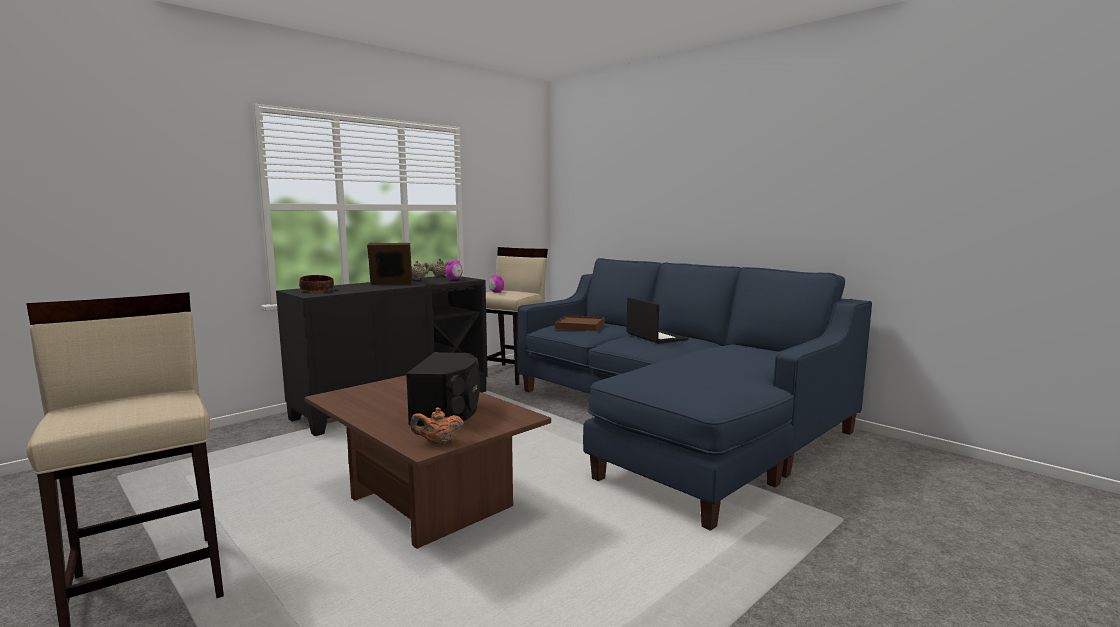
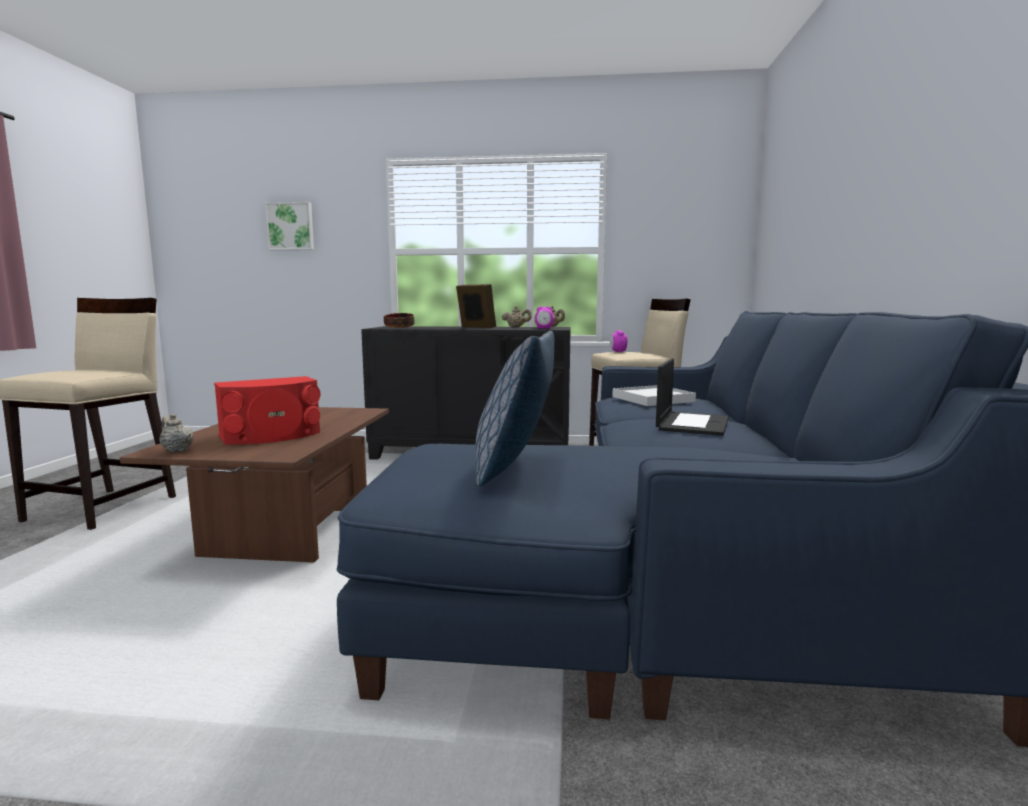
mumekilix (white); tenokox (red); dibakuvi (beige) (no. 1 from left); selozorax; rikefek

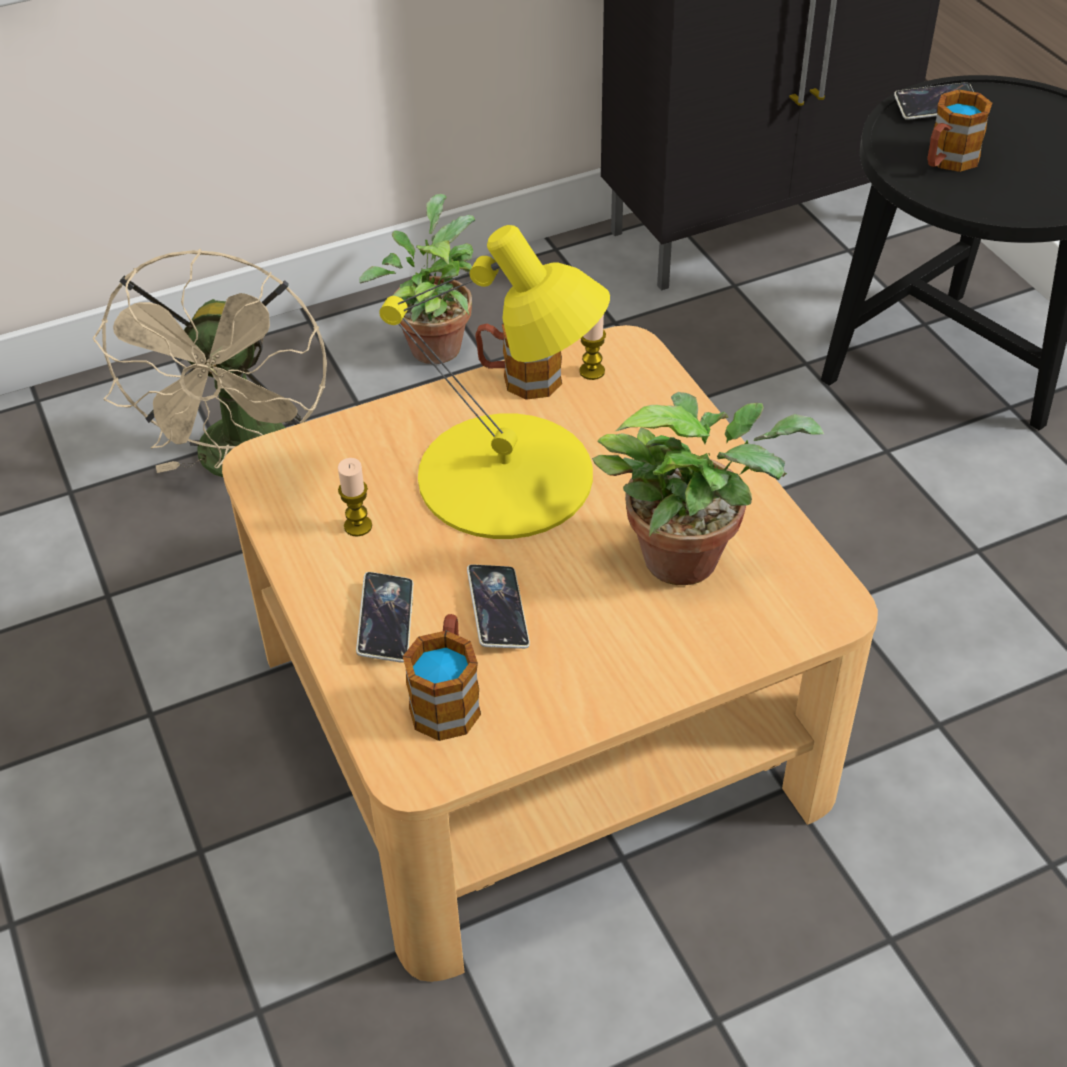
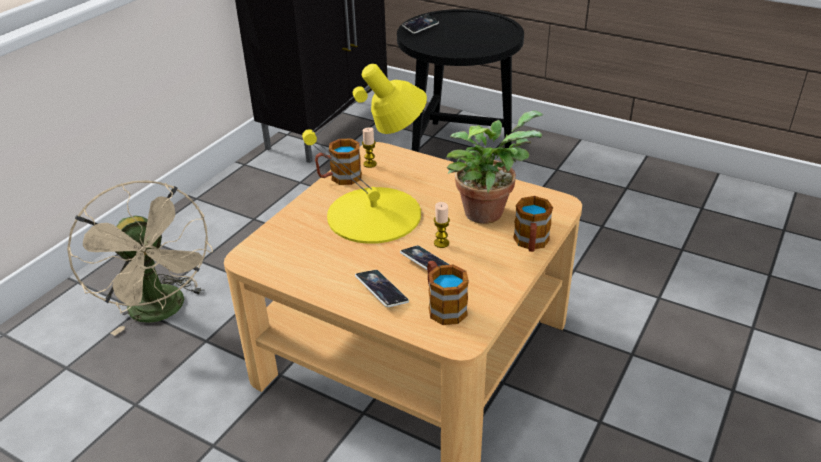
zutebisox (no. 3 from left); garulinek (no. 1 from left in the first image); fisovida (no. 2 from left)

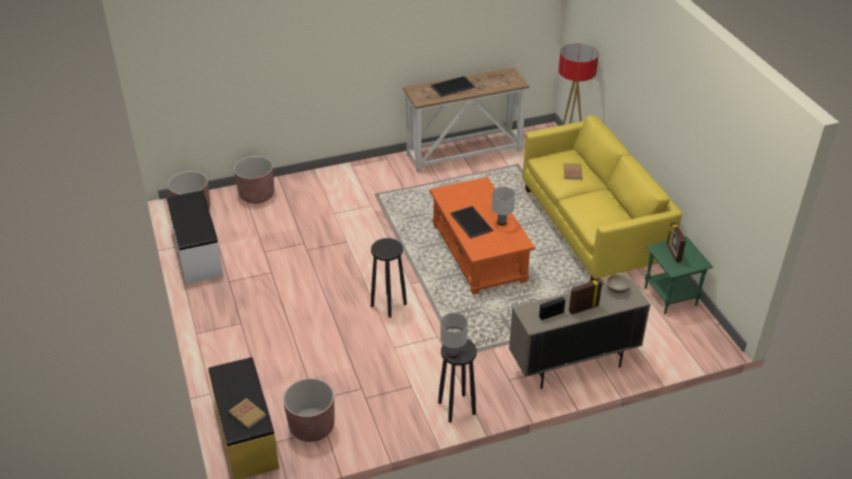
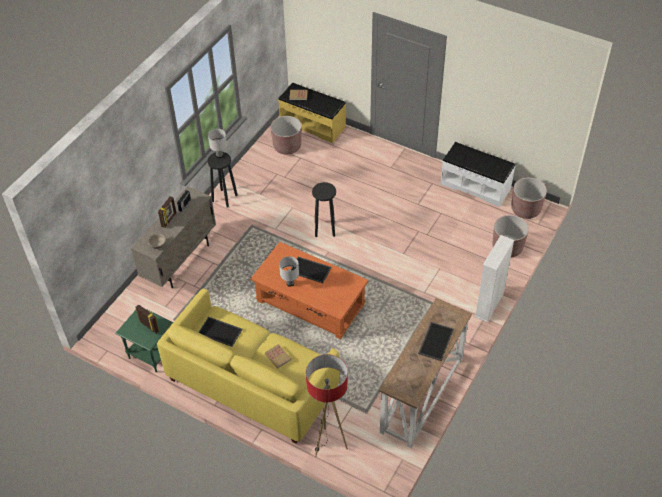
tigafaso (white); mumekilix (no. 1 from left)

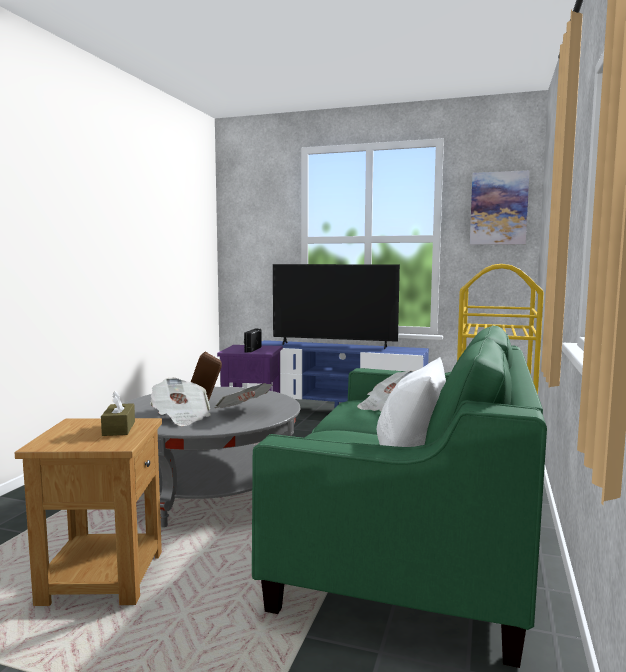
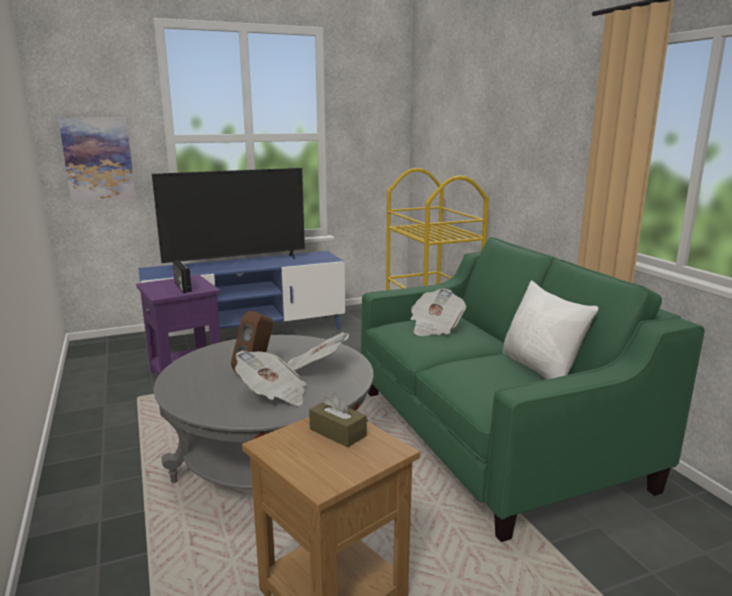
selozorax

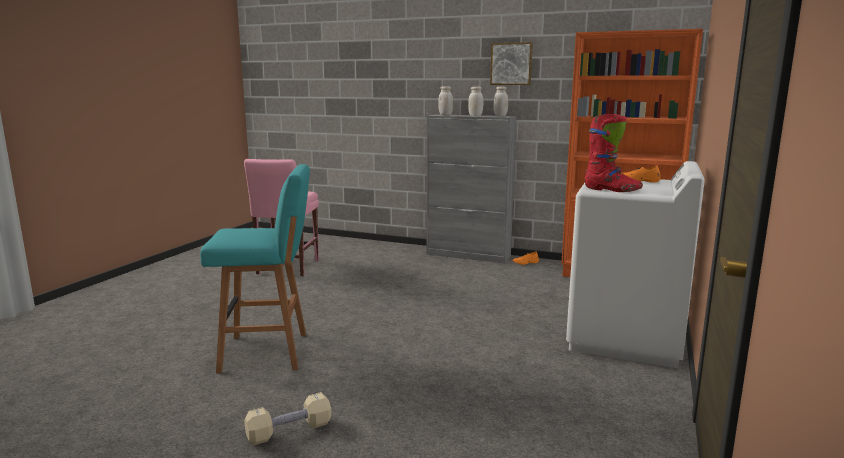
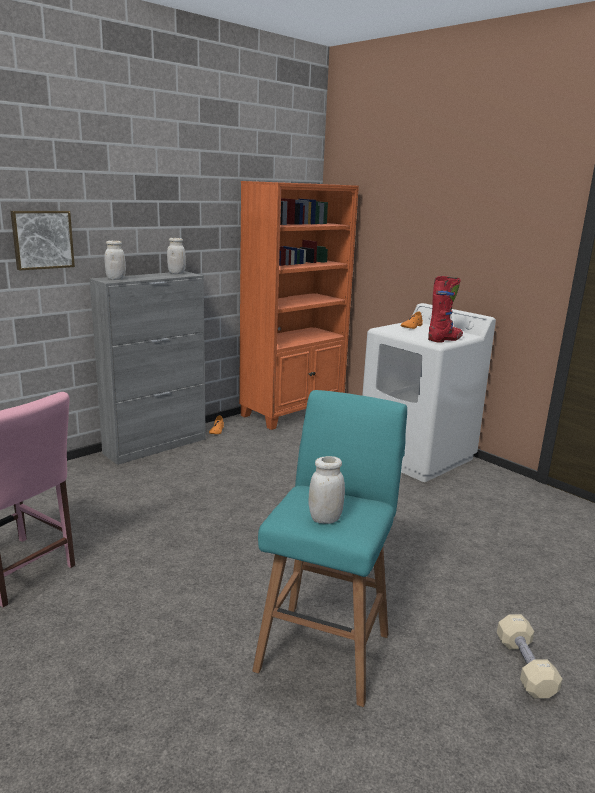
selozorax; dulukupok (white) (no. 3 from left)

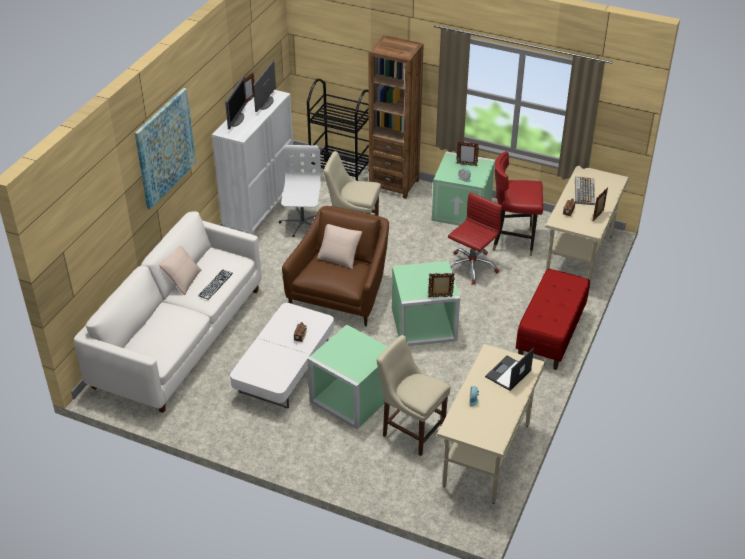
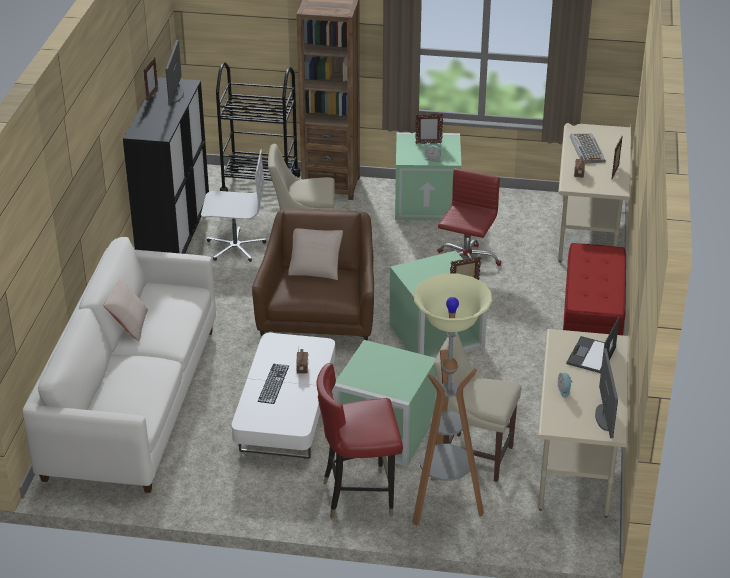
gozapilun (no. 2 from left); selozorax; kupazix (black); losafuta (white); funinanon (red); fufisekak (no. 1 from left); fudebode

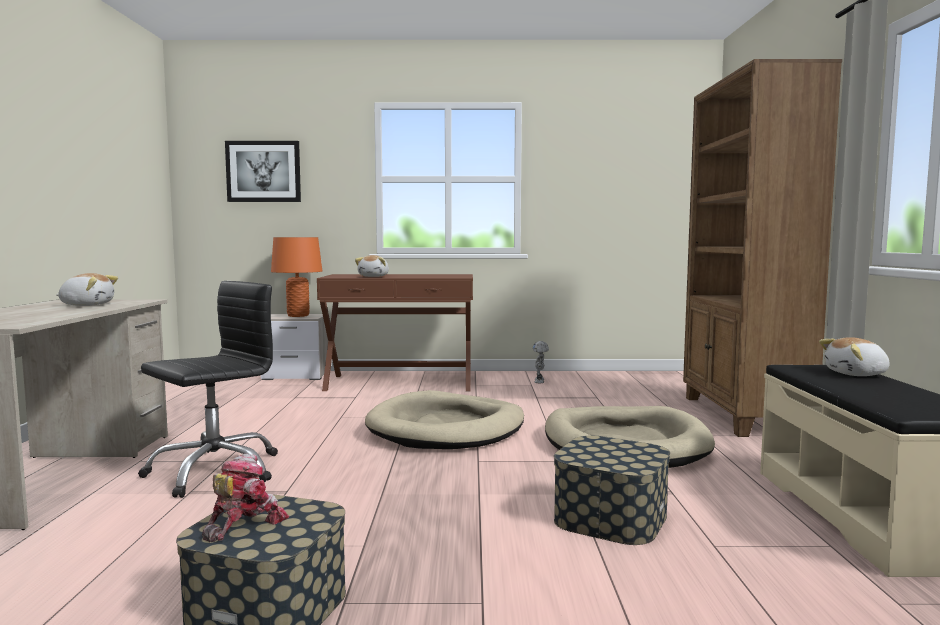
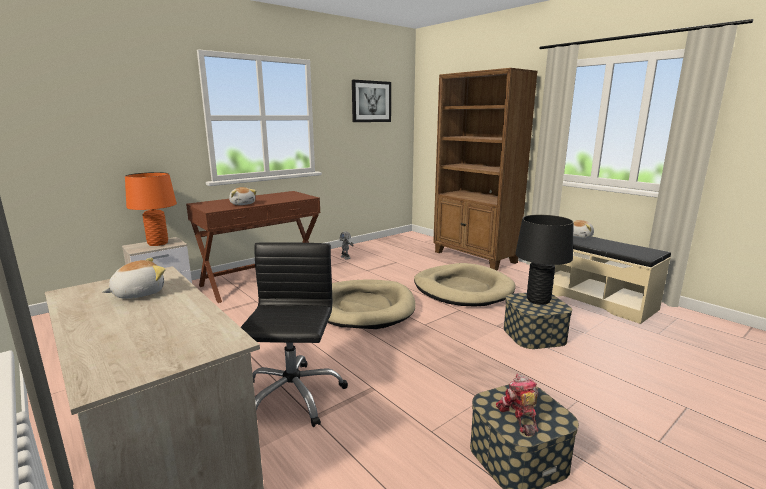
selozorax; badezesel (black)

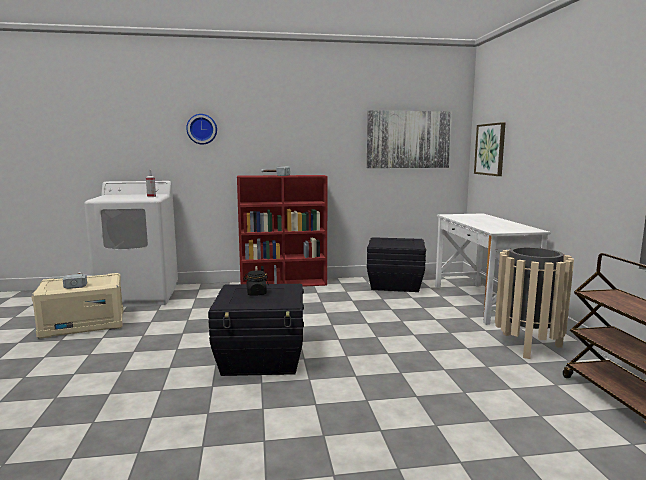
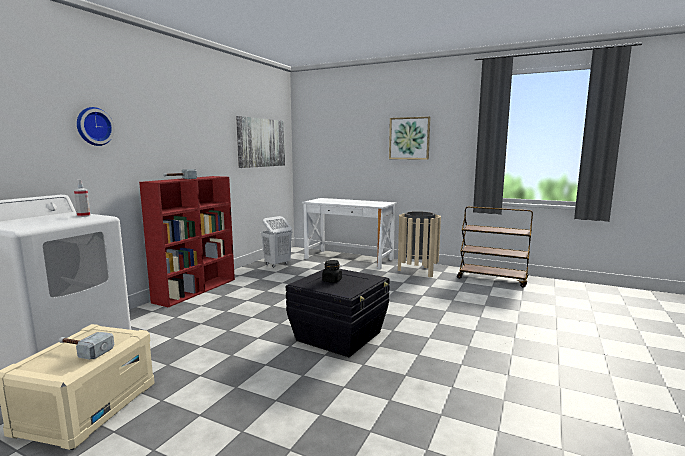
selozorax (no. 2 from left); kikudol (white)

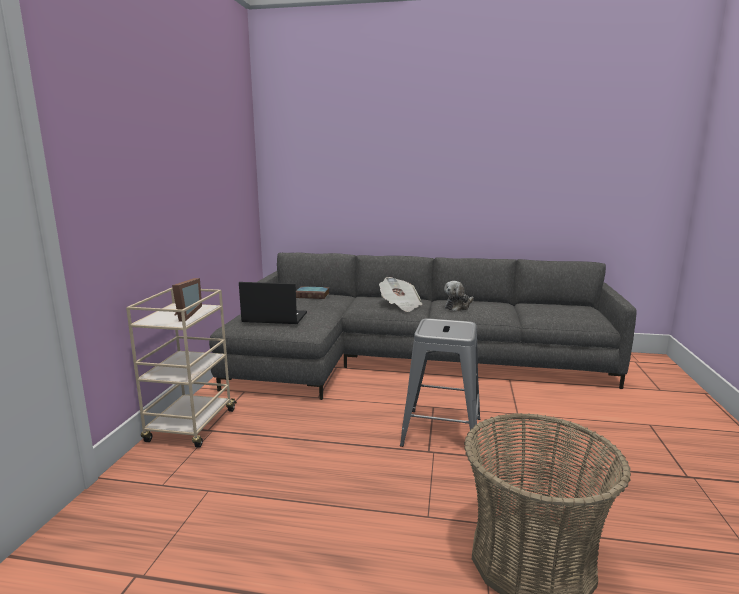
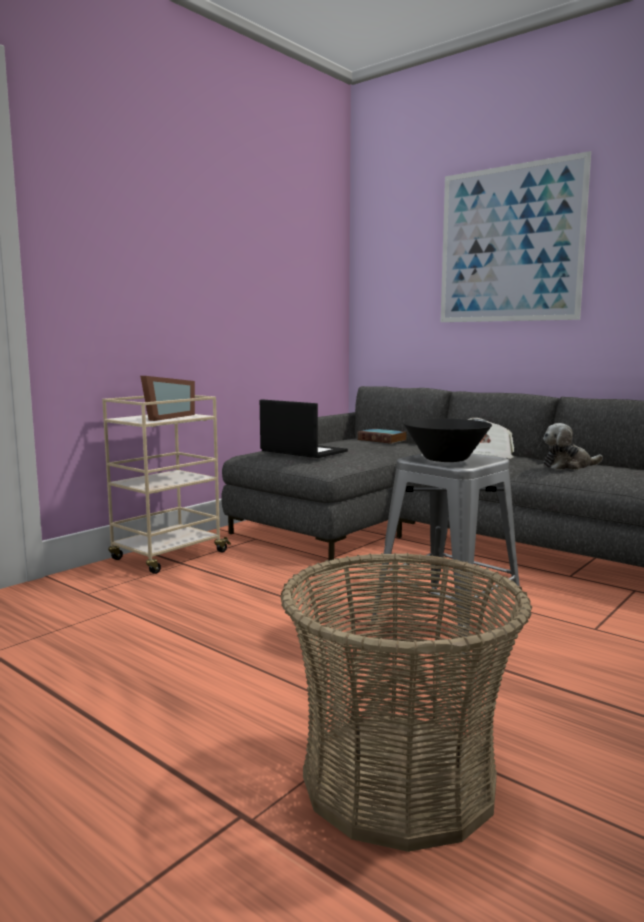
selozorax; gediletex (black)

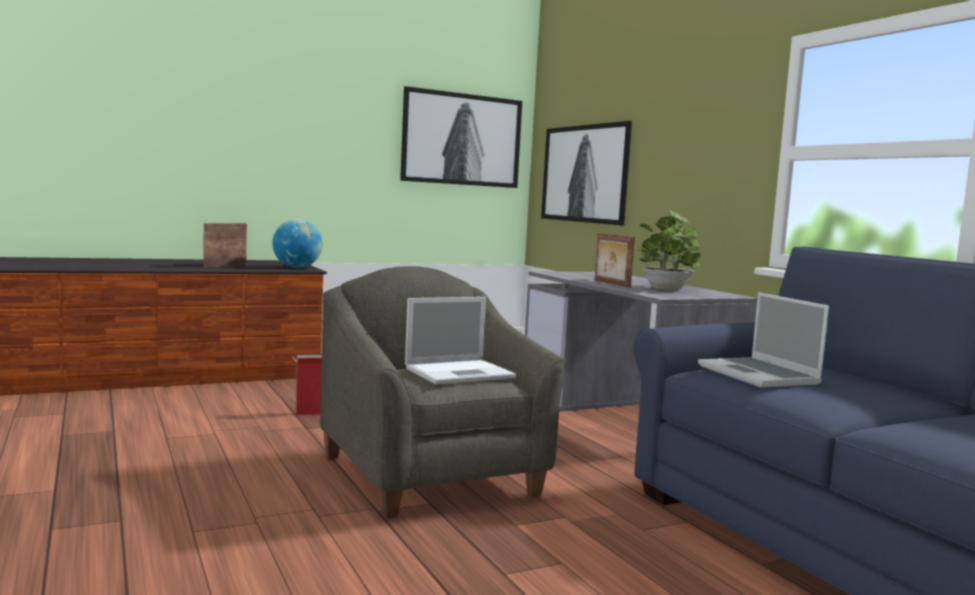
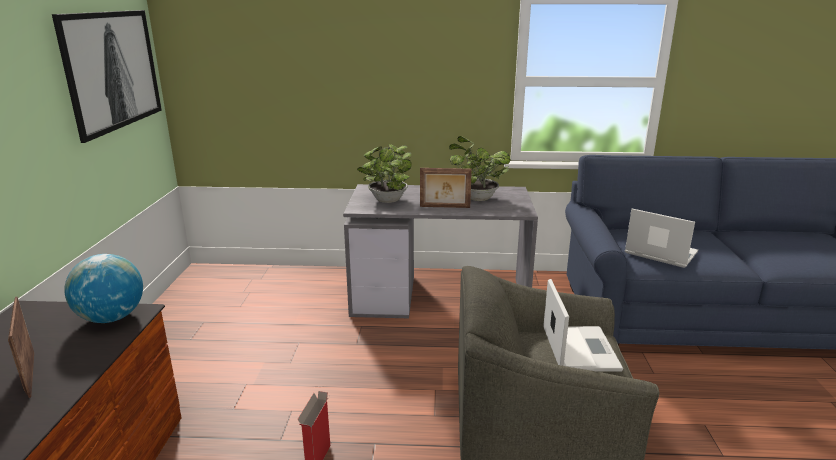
selozorax (no. 2 from left in the first image); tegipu (no. 2 from left); garulinek (no. 1 from left)

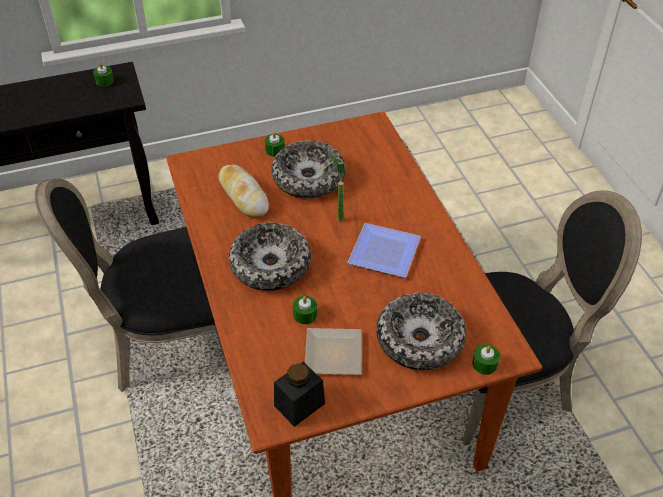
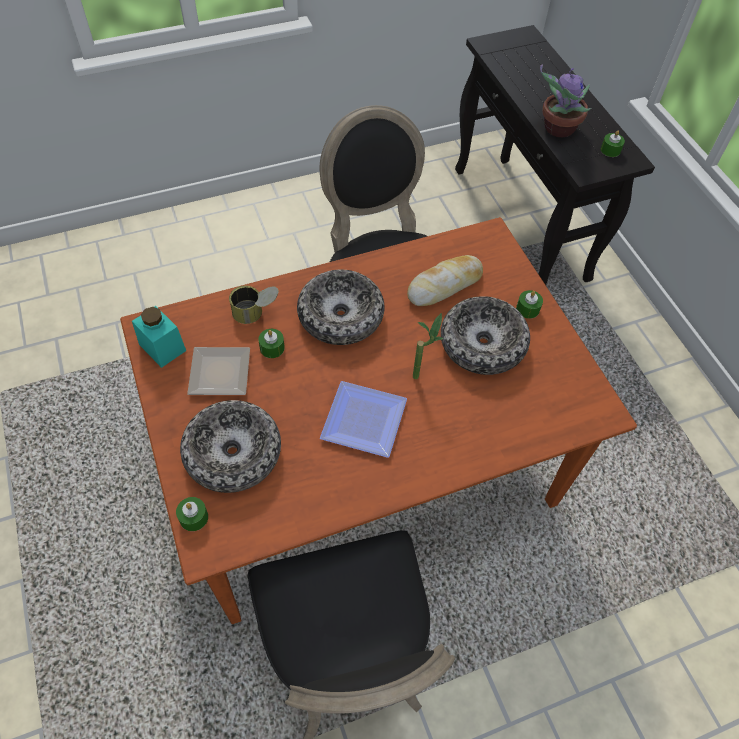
dulukupok (turquoise); garulinek (no. 2 from left); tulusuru

